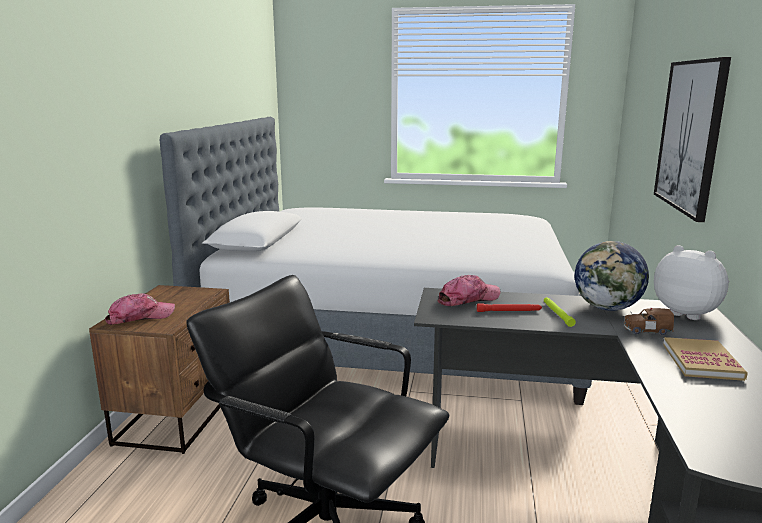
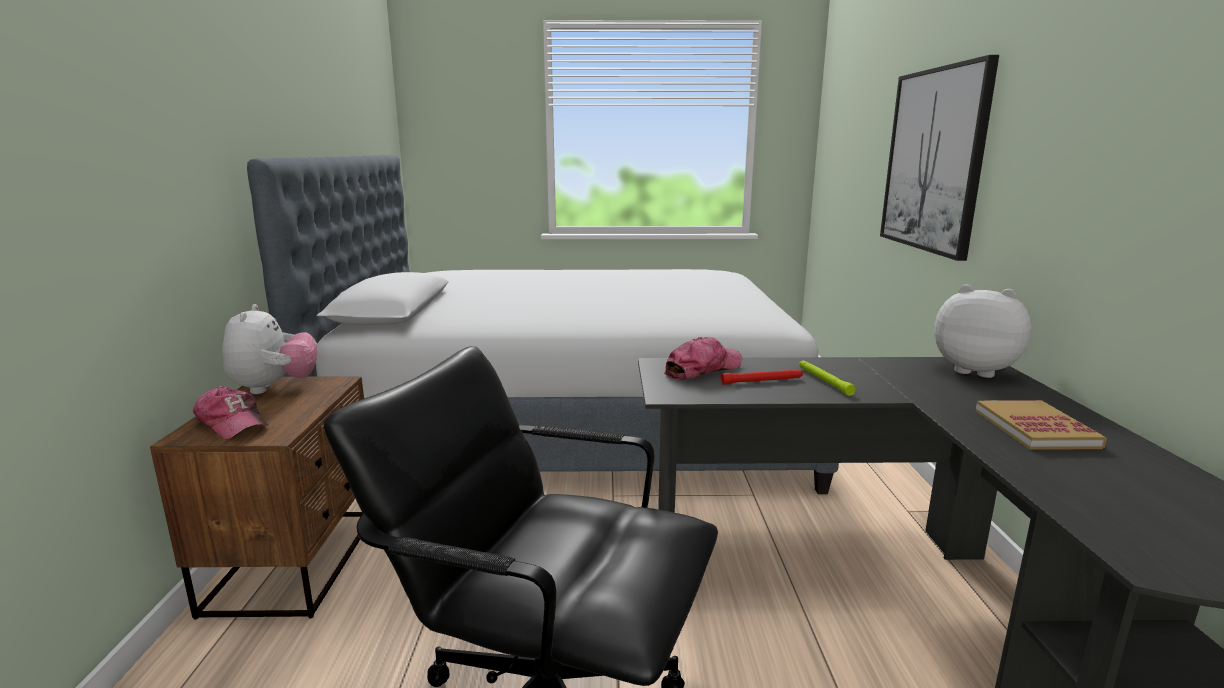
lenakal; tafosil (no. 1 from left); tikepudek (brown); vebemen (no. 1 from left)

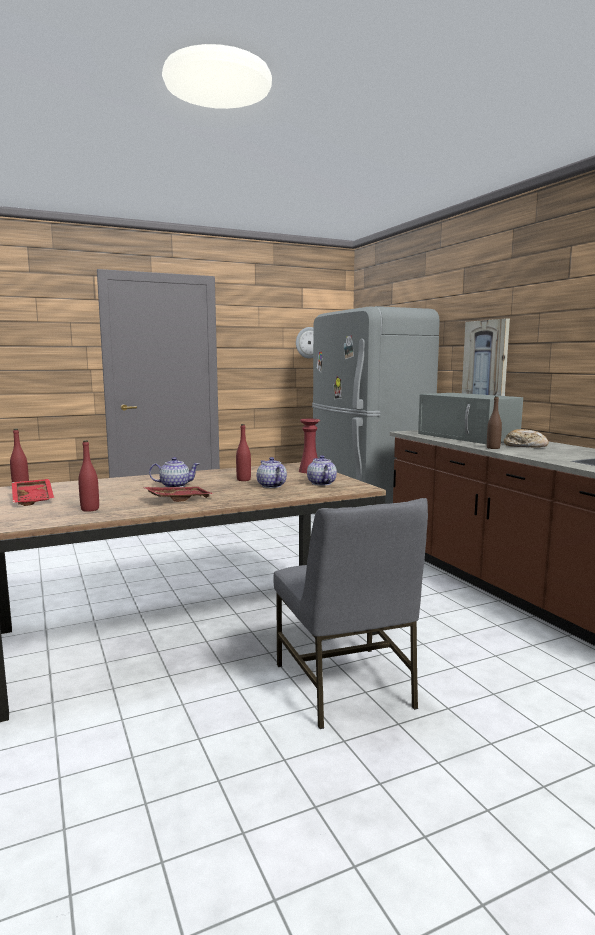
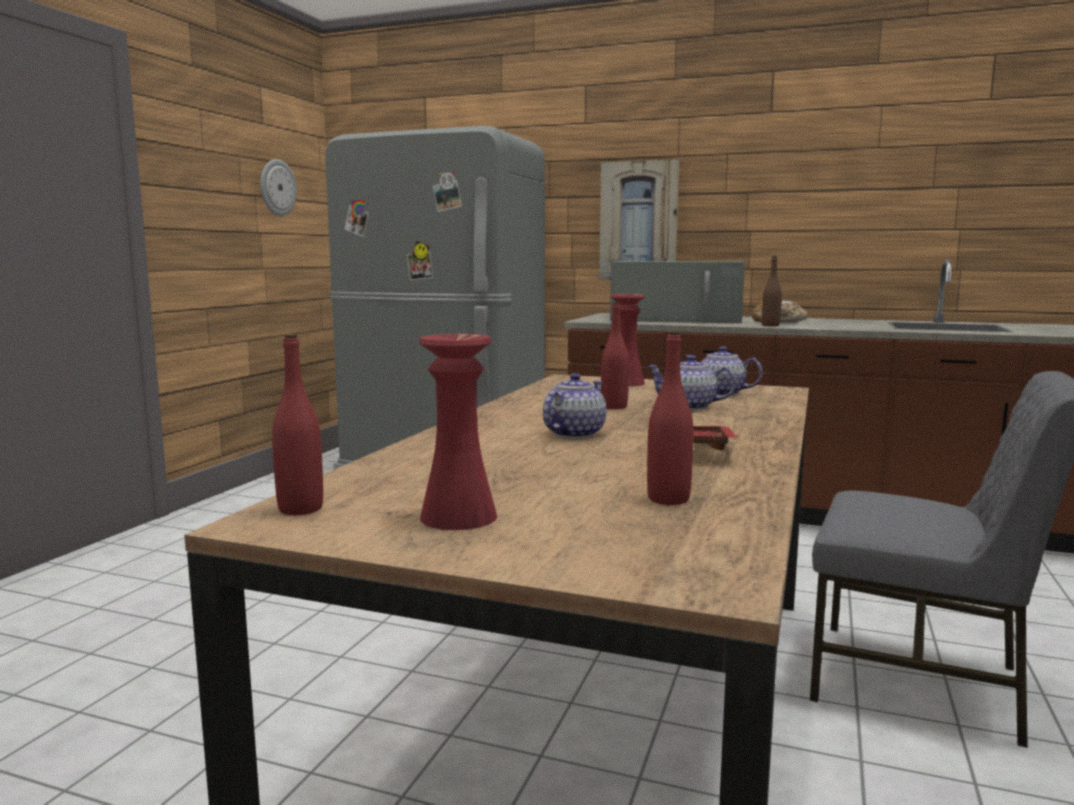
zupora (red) (no. 1 from left)

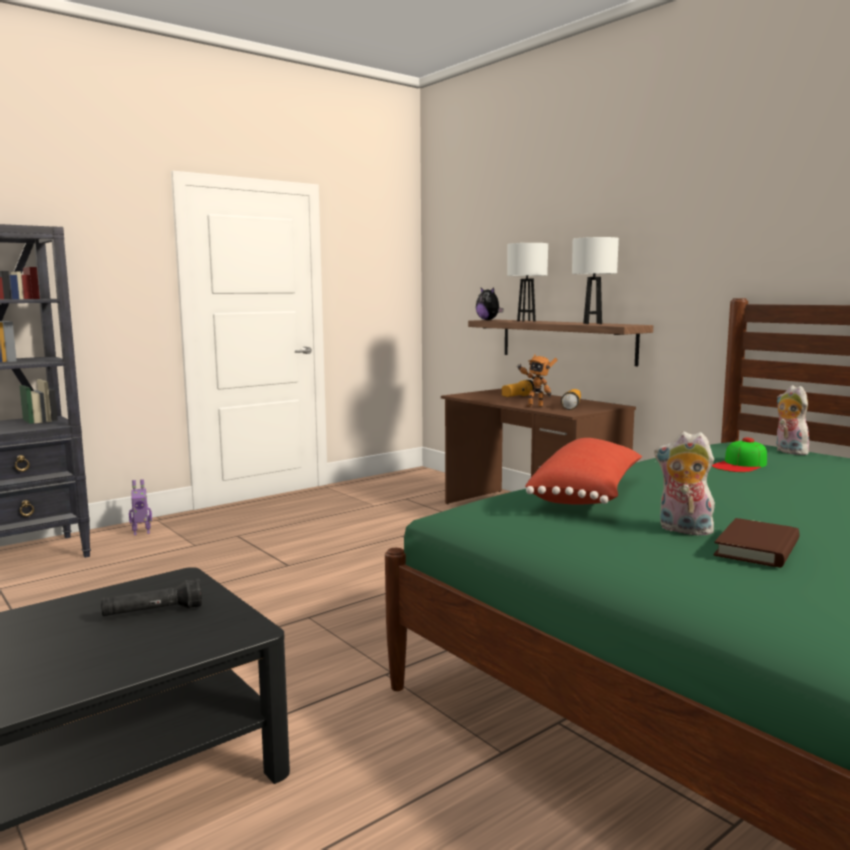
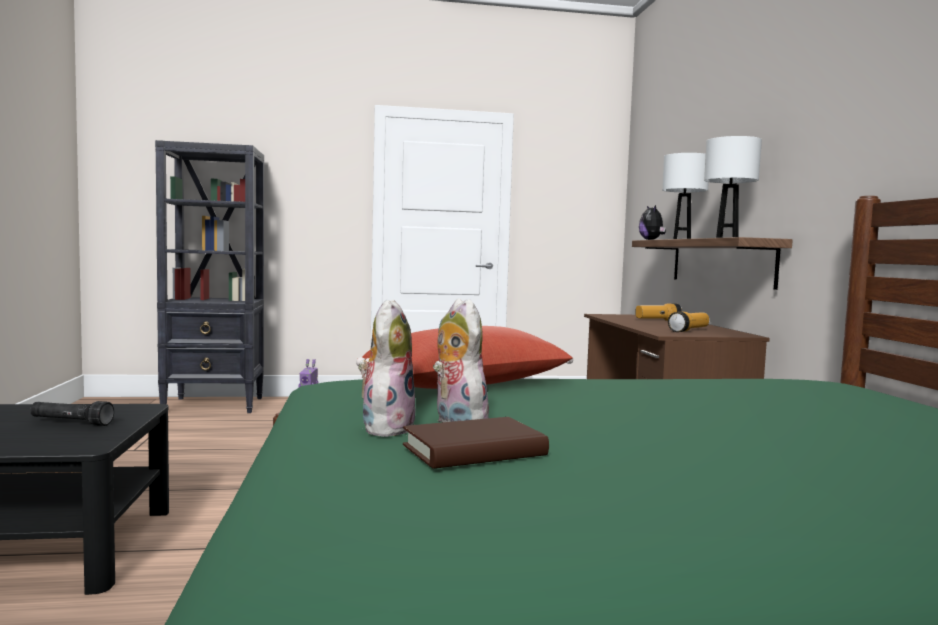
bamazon (no. 2 from left in the first image); vebemen (no. 1 from left); tafosil

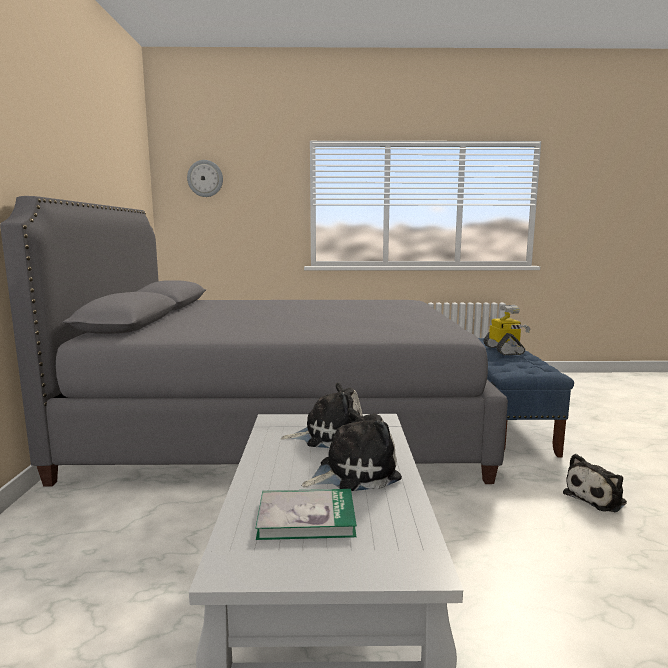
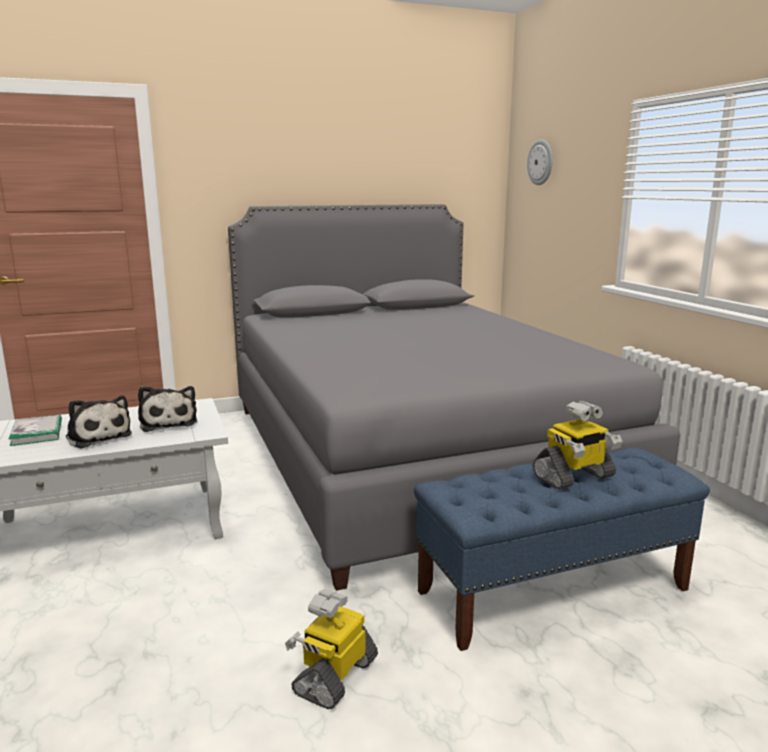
bamazon (no. 1 from left)

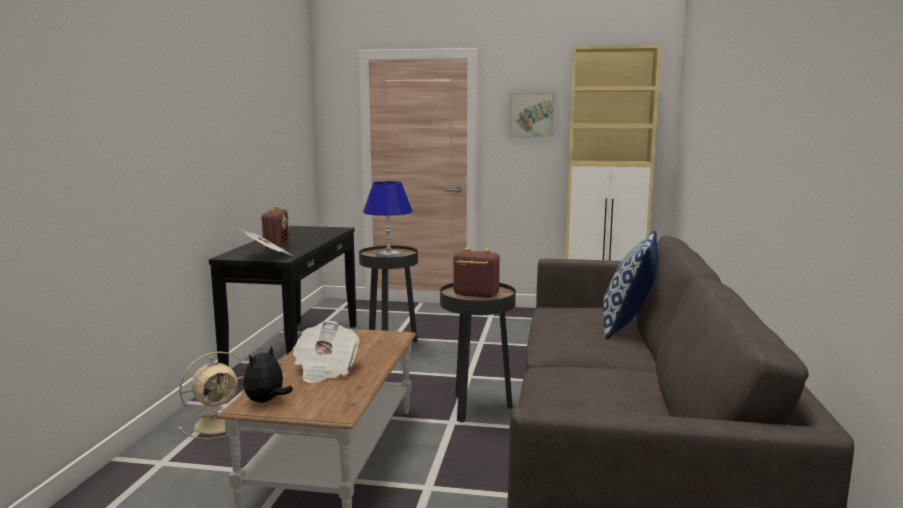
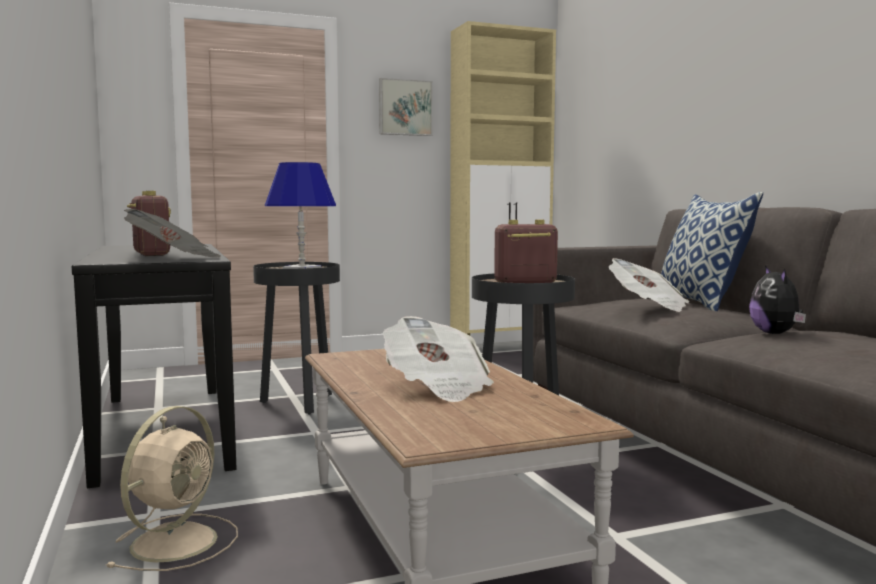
vebemen; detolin (no. 3 from left)

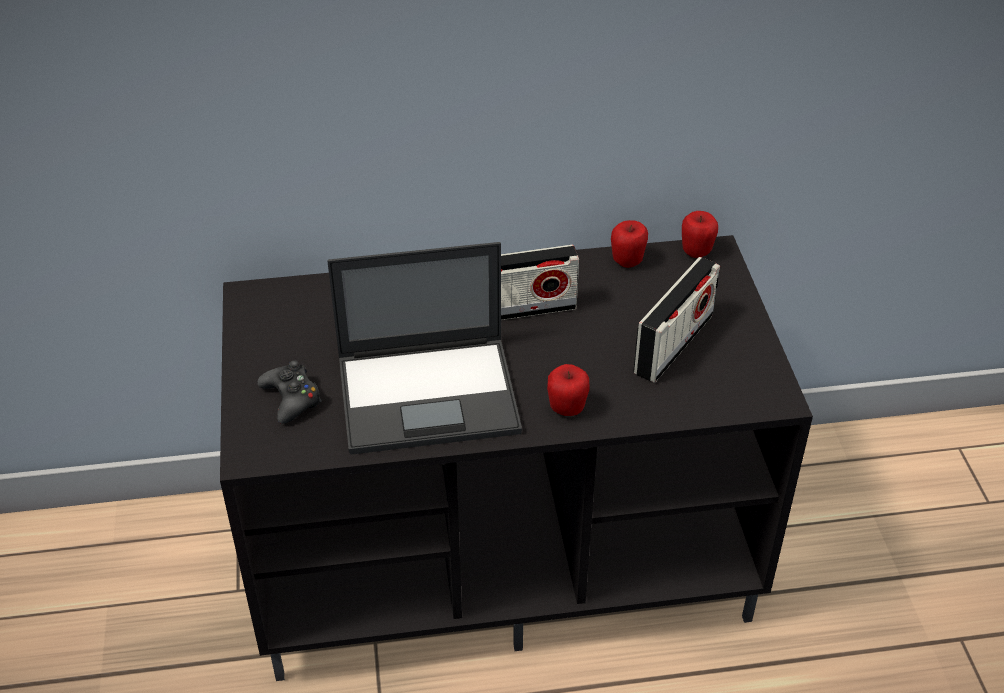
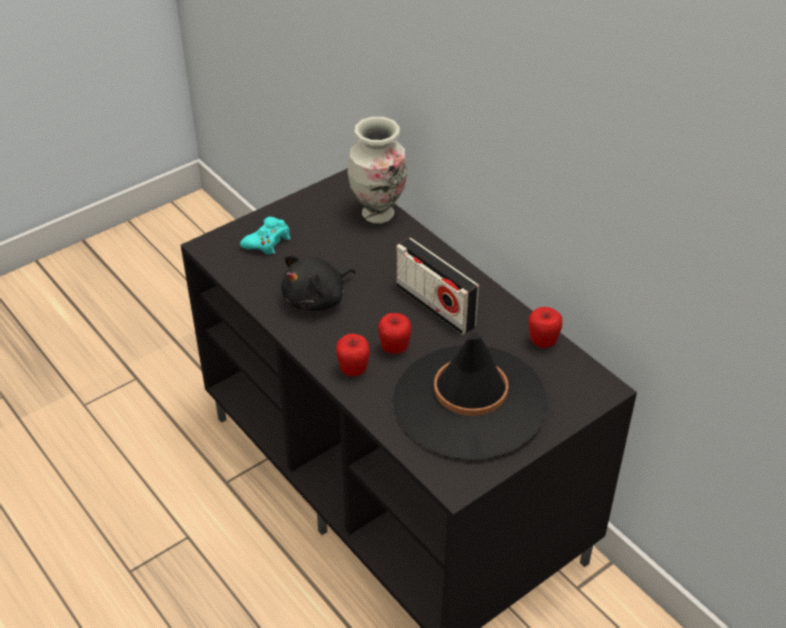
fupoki (no. 2 from left); vebemen (black); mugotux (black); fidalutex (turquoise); zupora

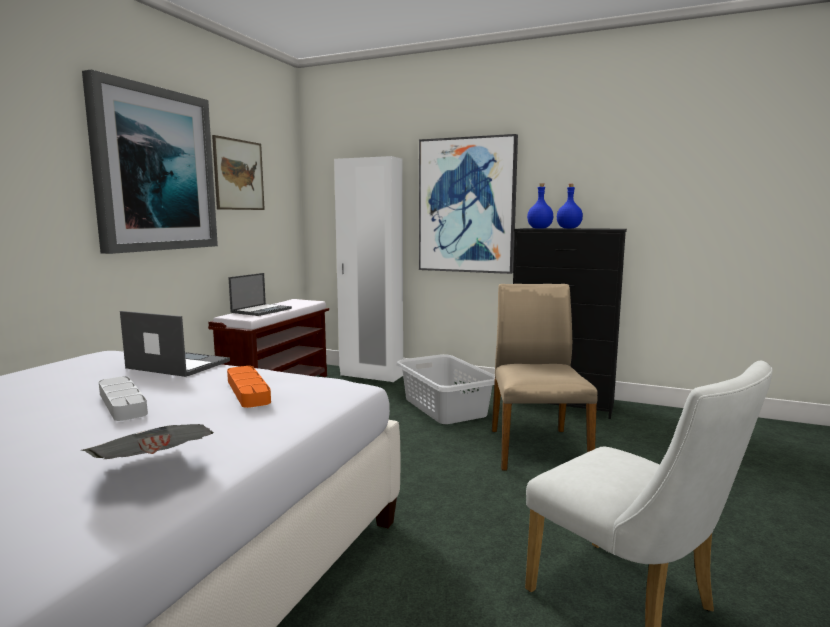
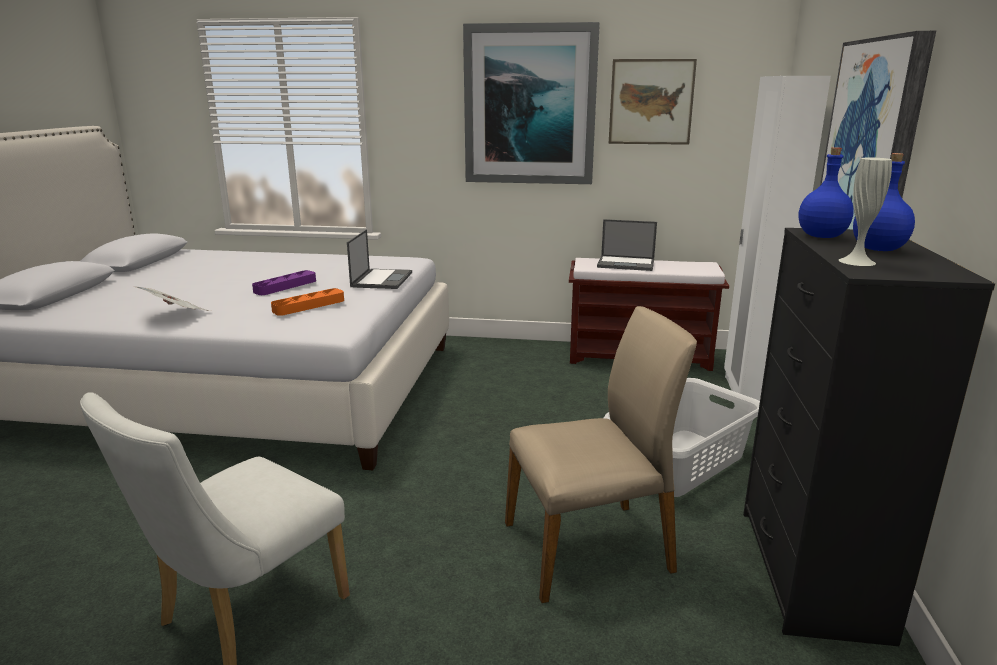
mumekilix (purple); zupora (white)

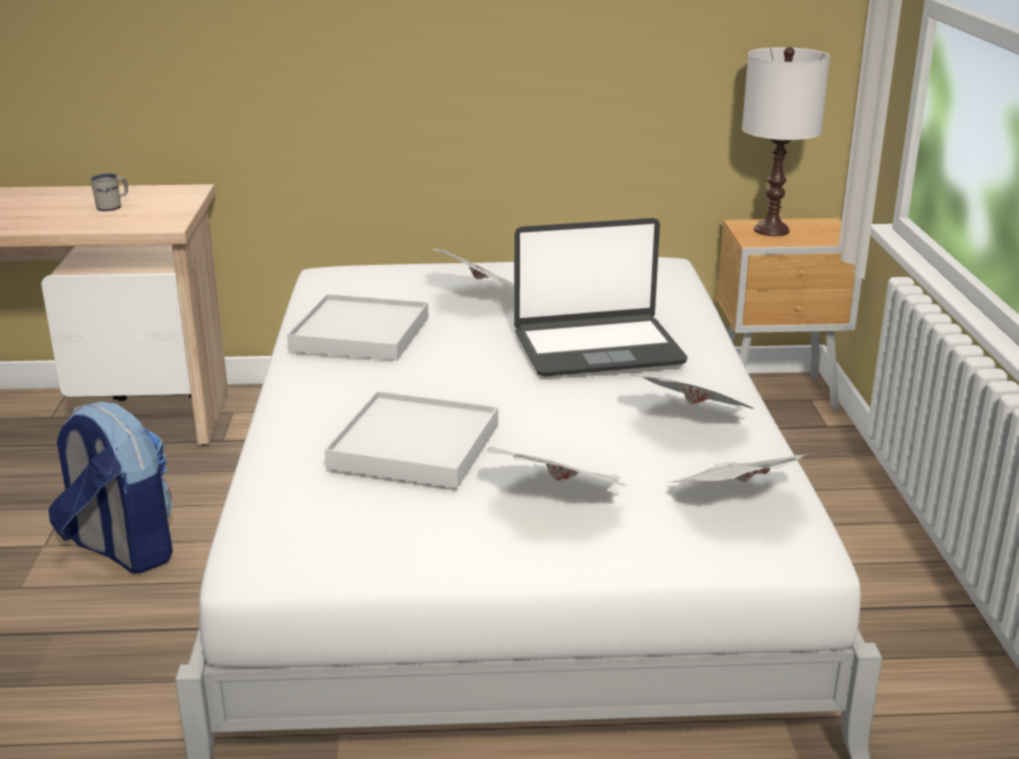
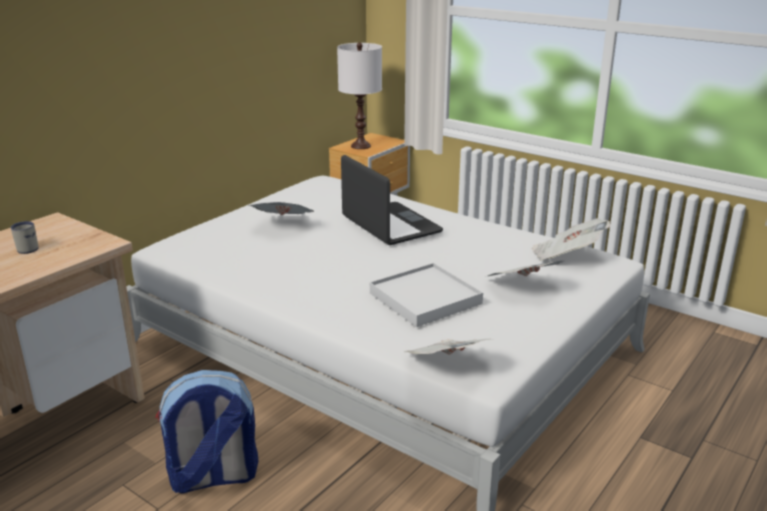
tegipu; mumekilix (white) (no. 1 from left in the first image); detolin (no. 2 from left)

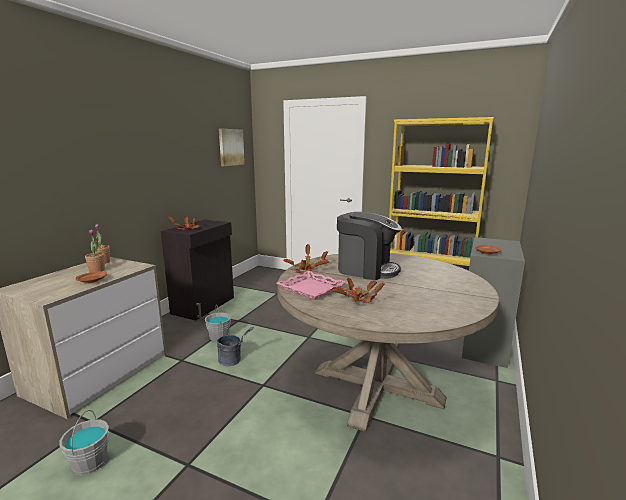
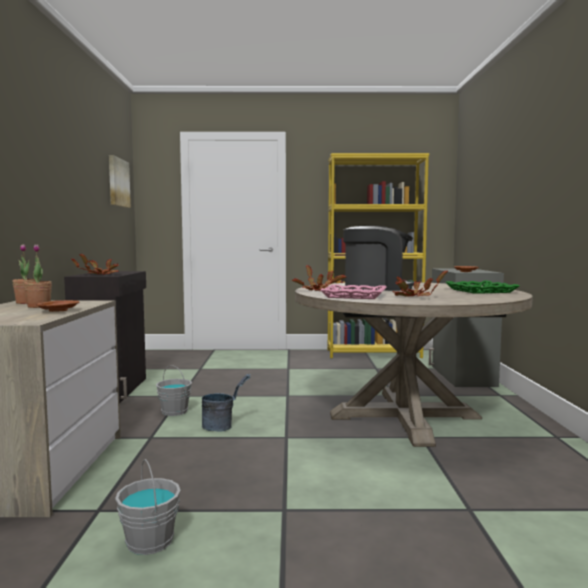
mumekilix (green)

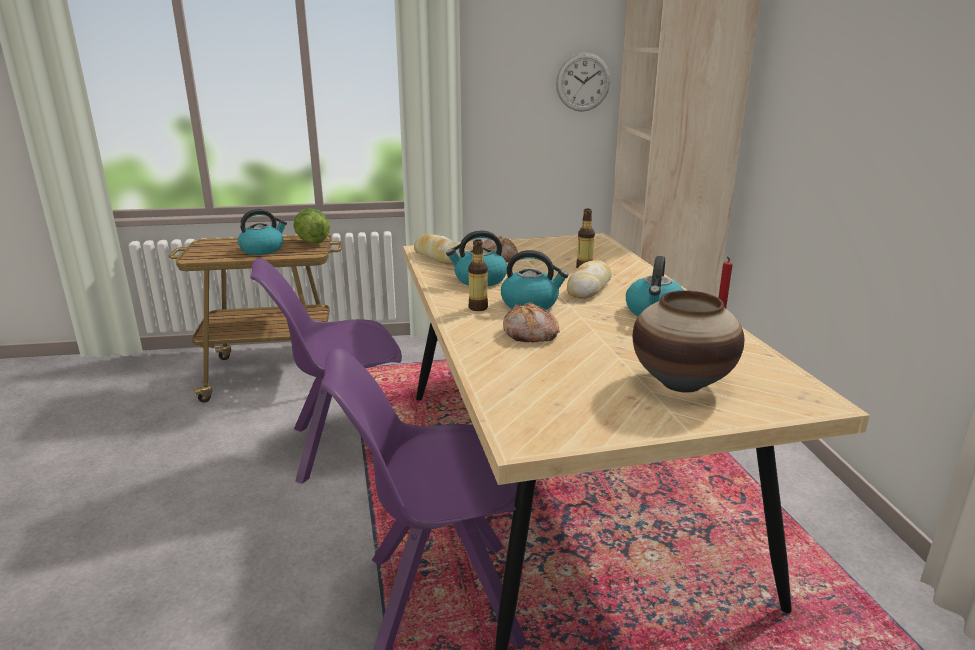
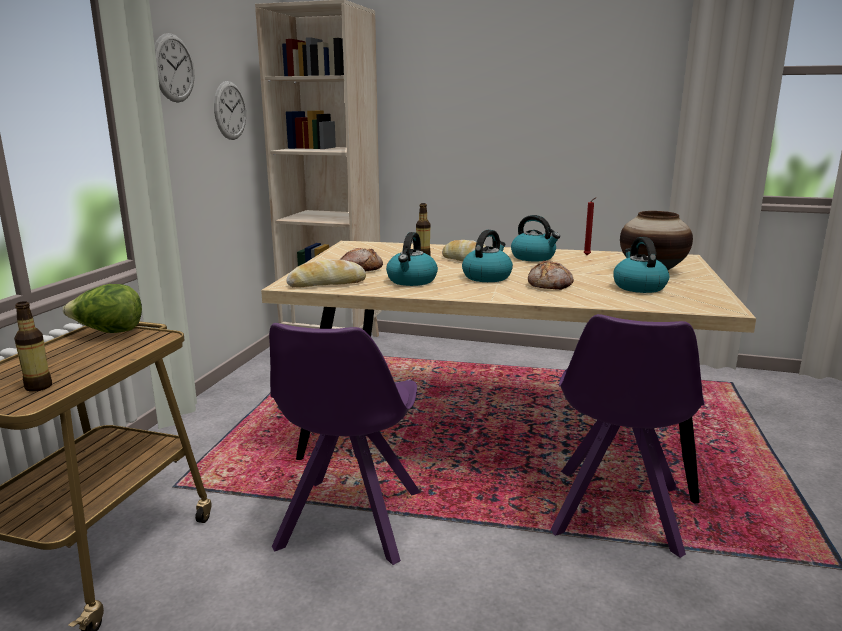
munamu (no. 4 from left); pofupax (no. 1 from left); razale (no. 1 from left)

